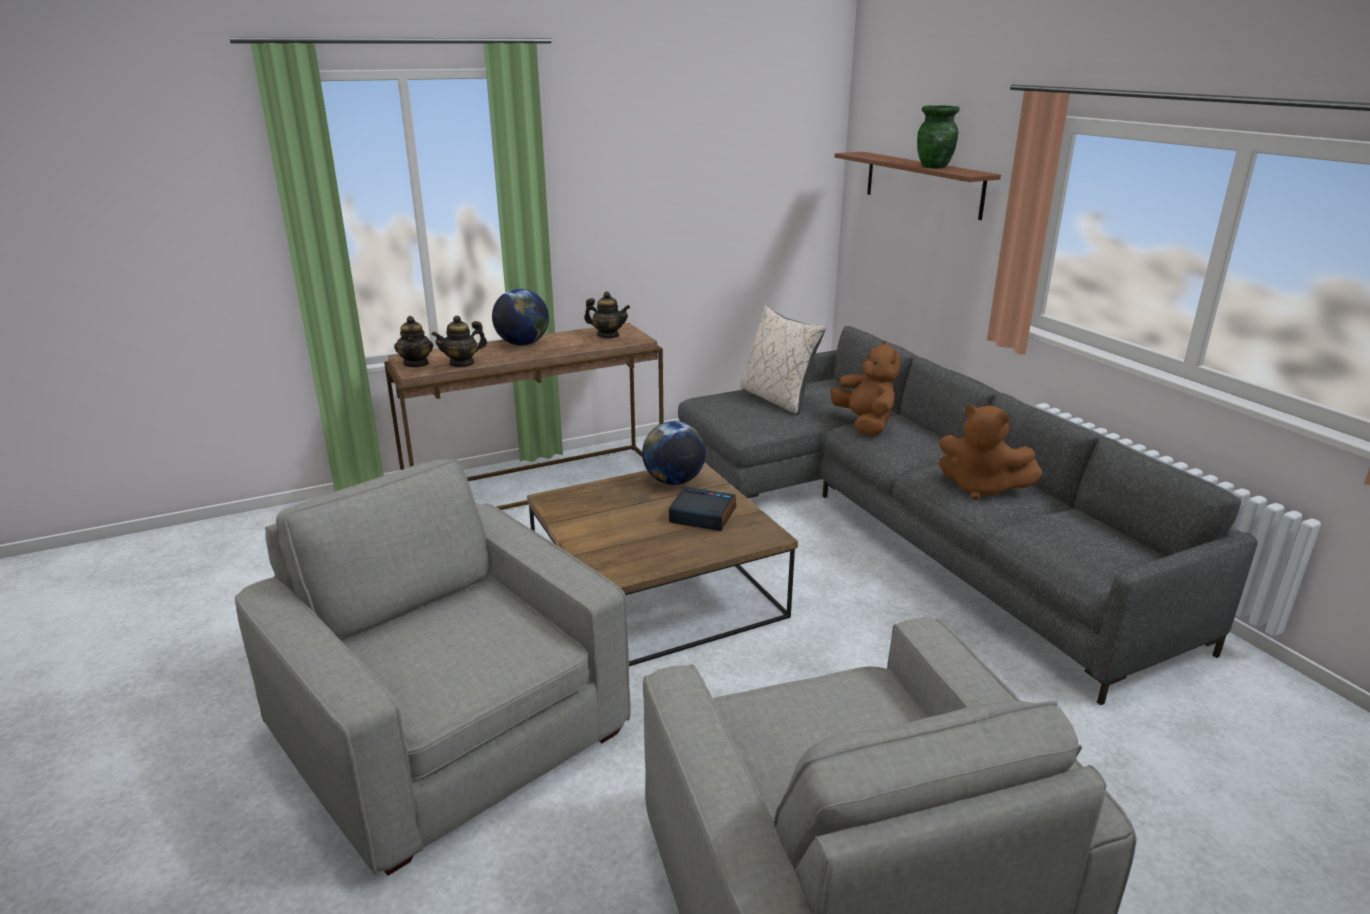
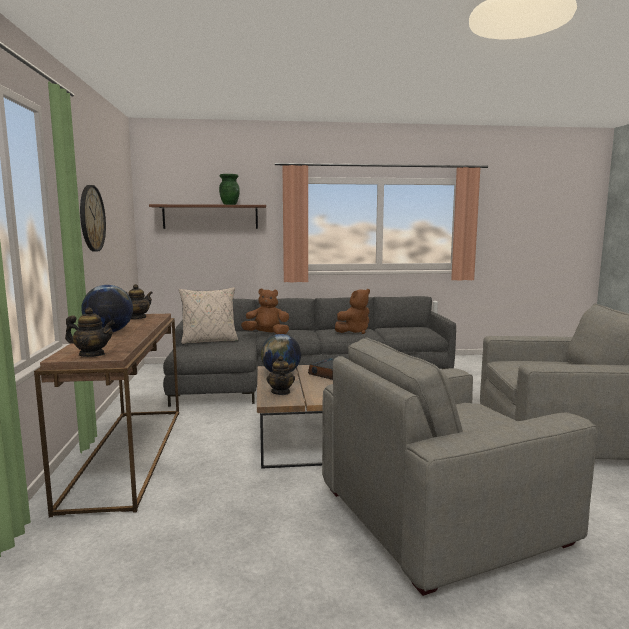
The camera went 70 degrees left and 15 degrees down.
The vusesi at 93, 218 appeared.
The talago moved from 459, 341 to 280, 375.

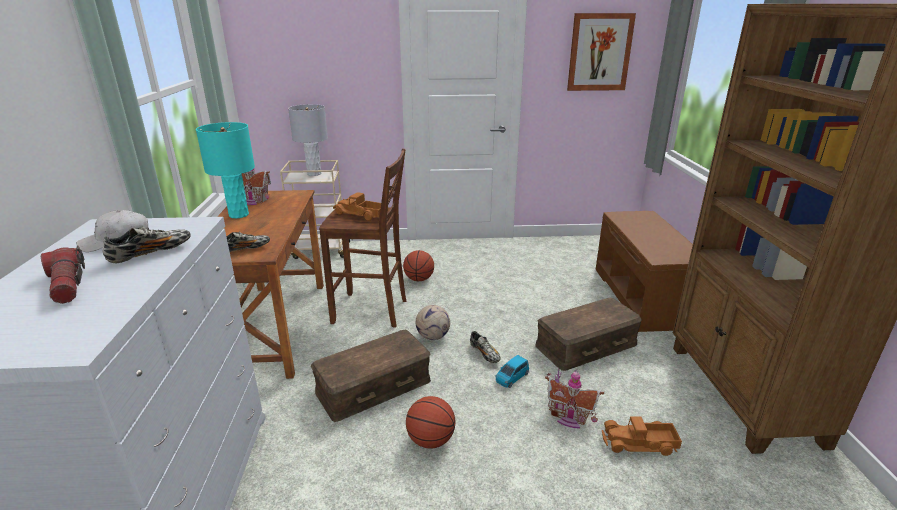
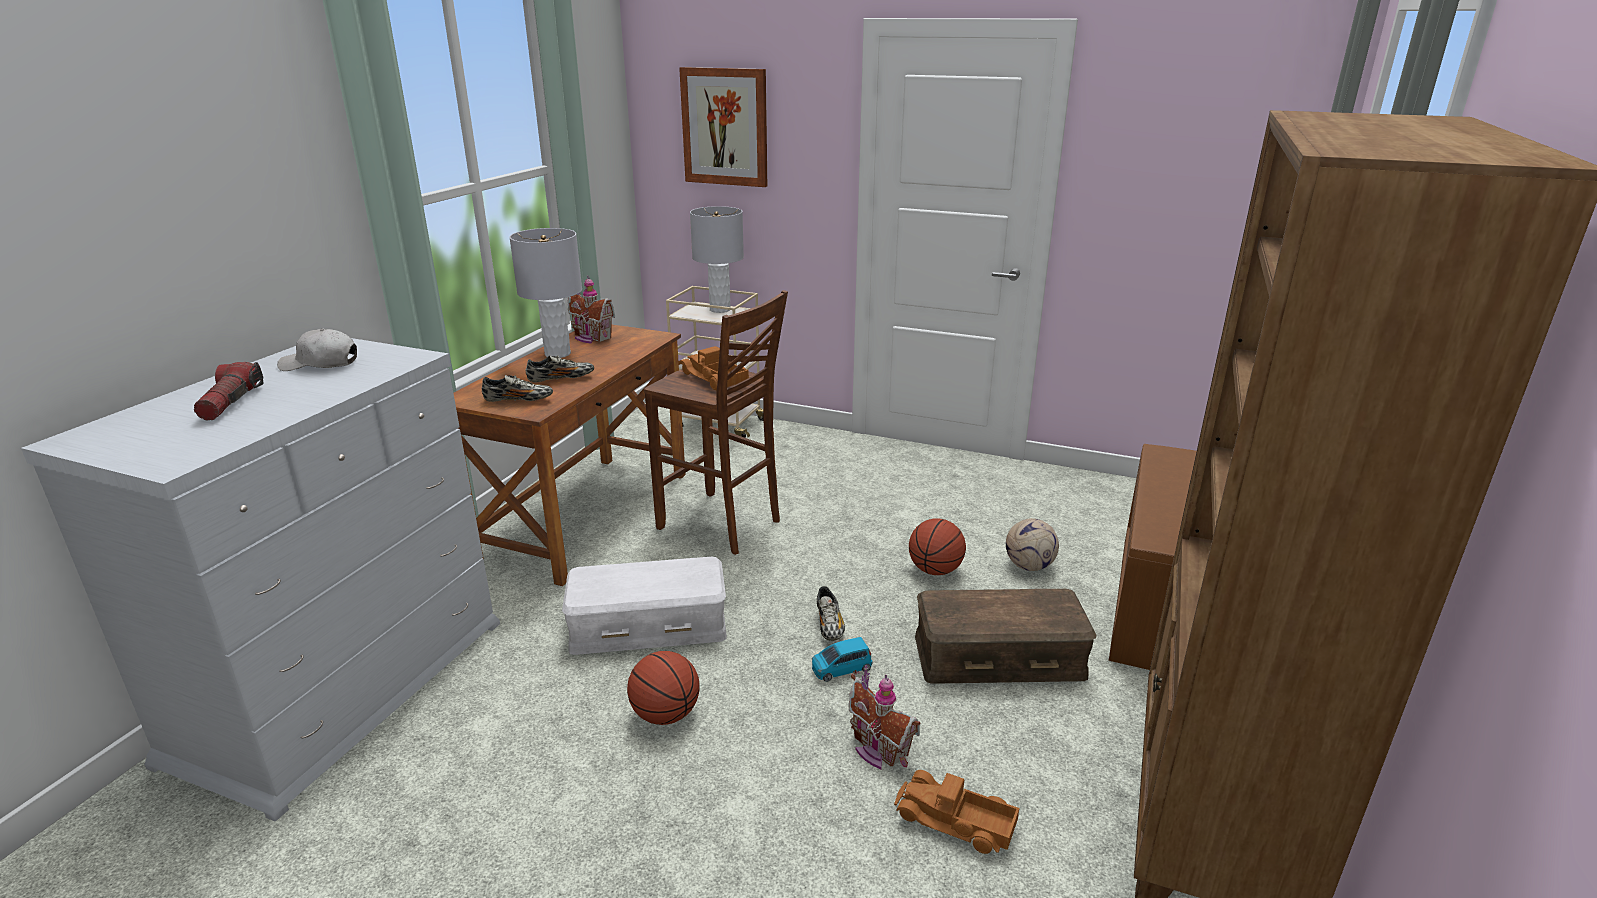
The camera went 25 degrees right and 0 degrees up.
The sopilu moved from 146, 244 to 560, 368.
The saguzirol moved from 418, 265 to 937, 547.
The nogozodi moved from 433, 322 to 1032, 544.
The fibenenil moved from 601, 52 to 723, 127.
The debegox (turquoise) at 225, 170 became the debegox (grey) at 545, 293.
The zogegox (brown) at 371, 376 became the zogegox (white) at 644, 606.

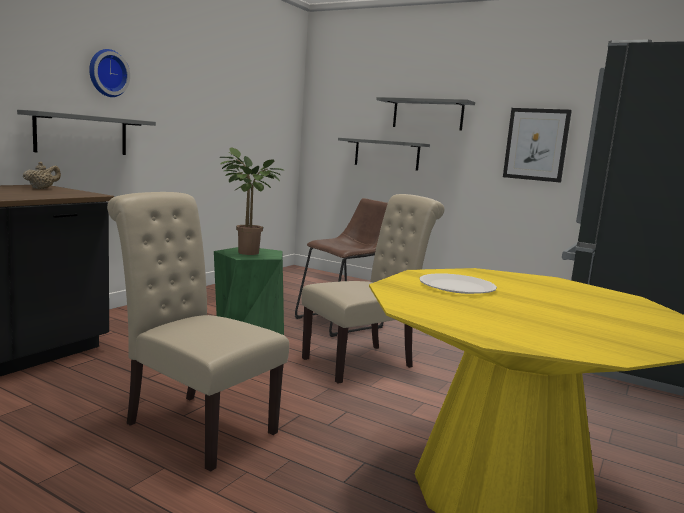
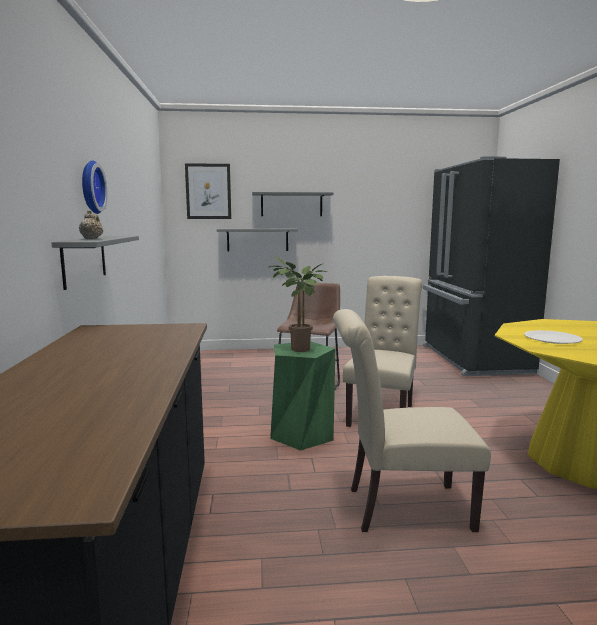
The camera went 35 degrees left and 0 degrees up.
The talago (beige) moved from 42, 175 to 91, 224.
The fibenenil moved from 537, 145 to 208, 191.

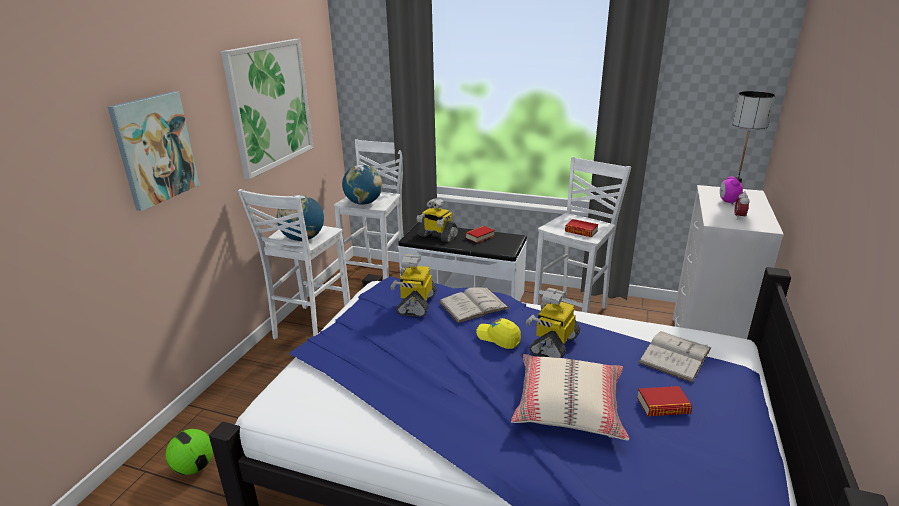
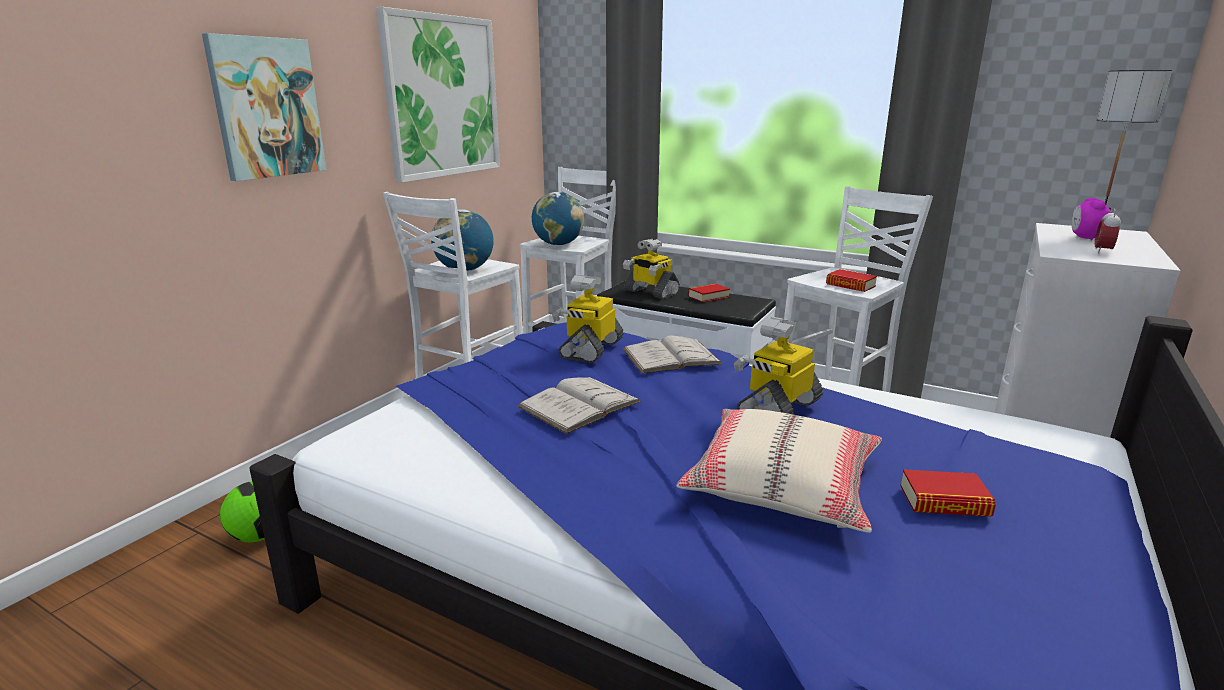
The camera went 10 degrees right and 5 degrees down.
The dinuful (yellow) at 498, 333 disappeared.
The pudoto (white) moved from 674, 356 to 579, 405.

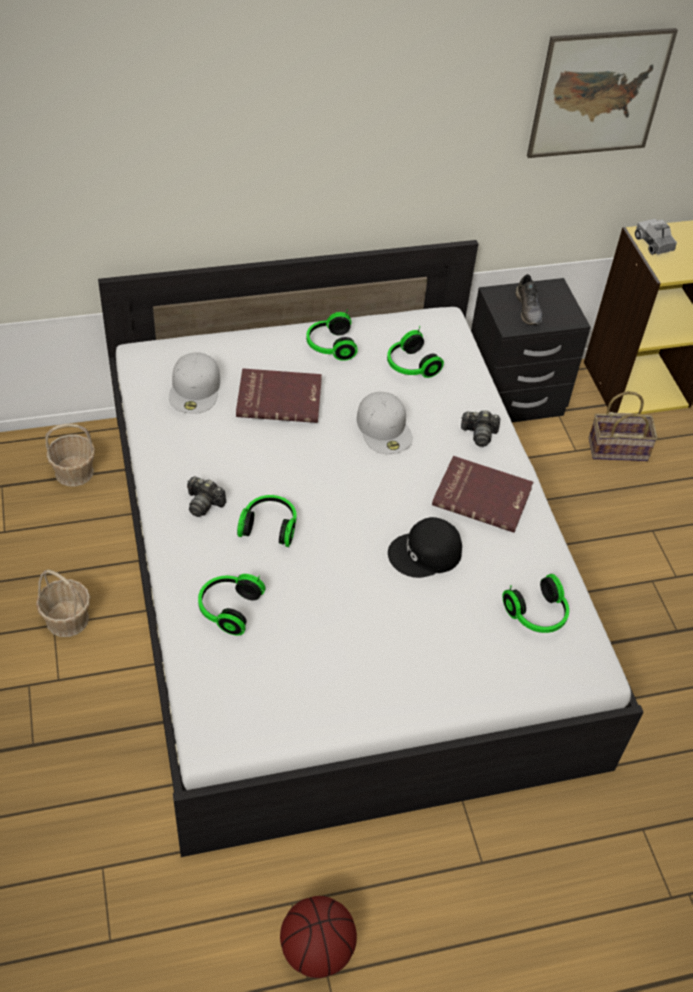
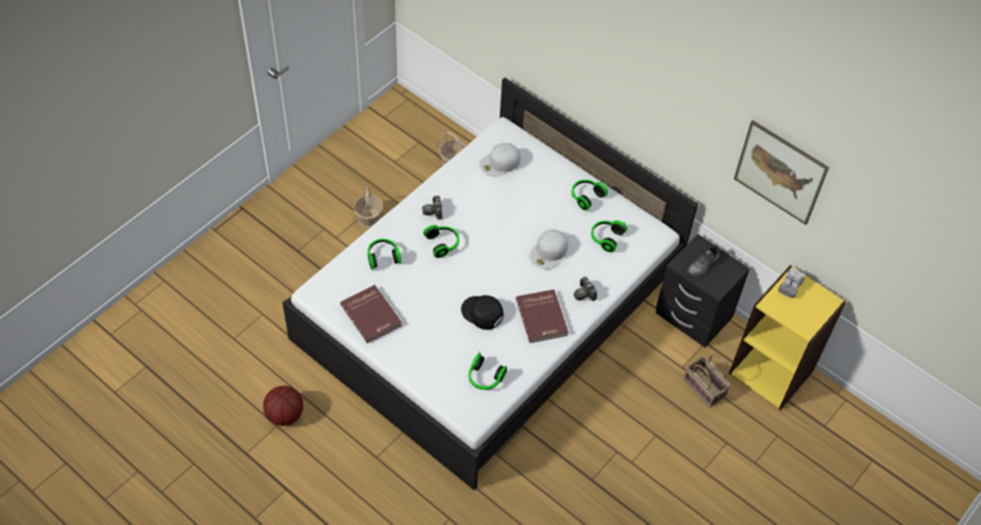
The camera went 55 degrees right and 5 degrees up.
The pudoto (red) moved from 279, 395 to 371, 314.

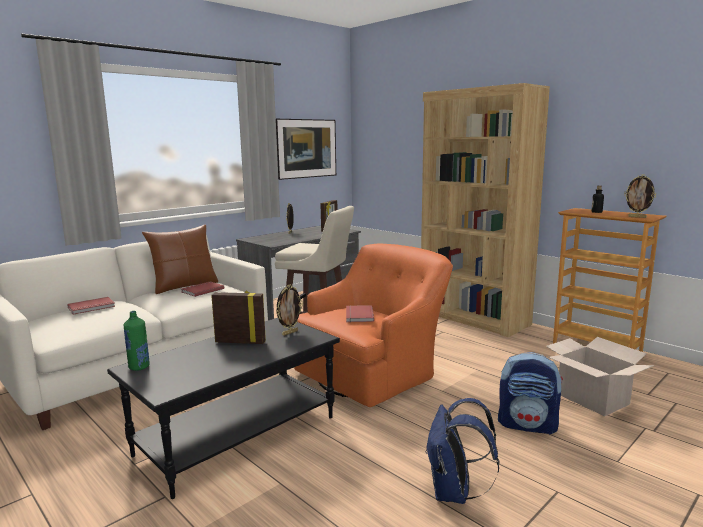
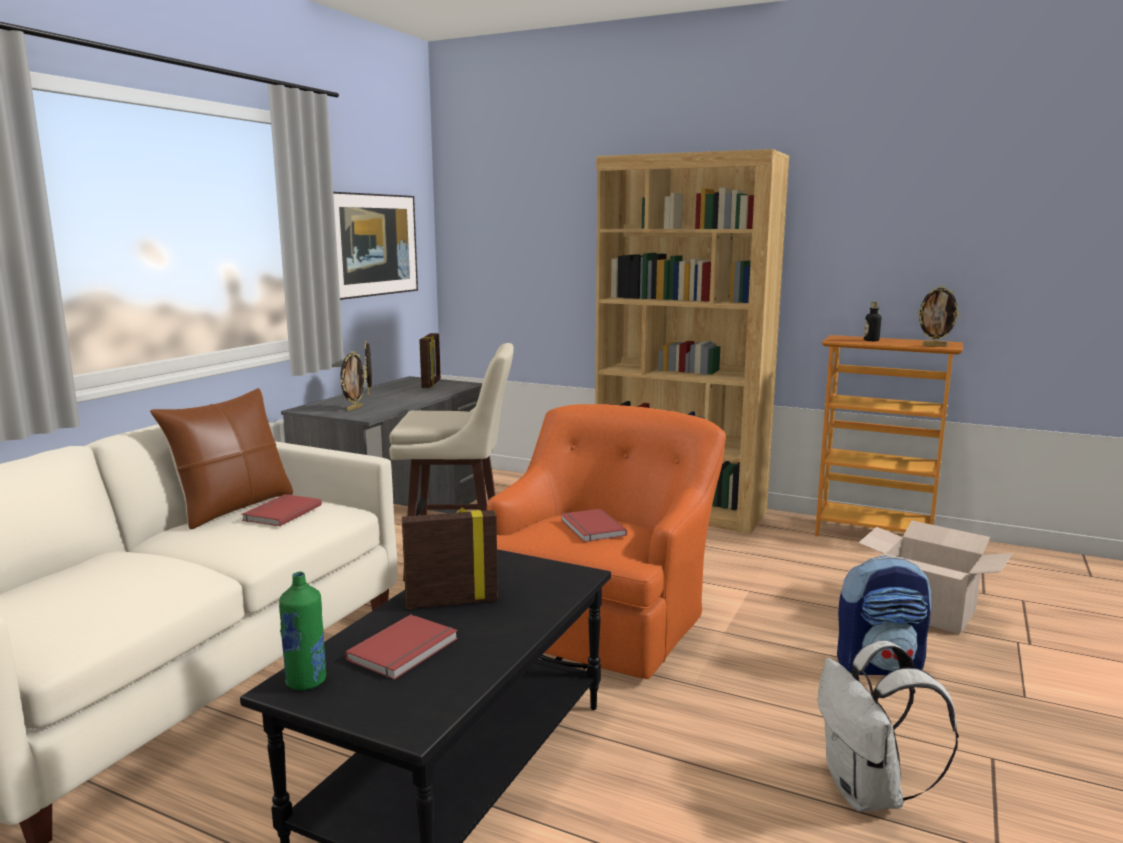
The camera went 20 degrees left and 0 degrees up.
The pudoto (red) moved from 91, 305 to 401, 647.
The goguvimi moved from 289, 310 to 354, 381.
The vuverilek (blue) at 463, 451 became the vuverilek (white) at 888, 726.

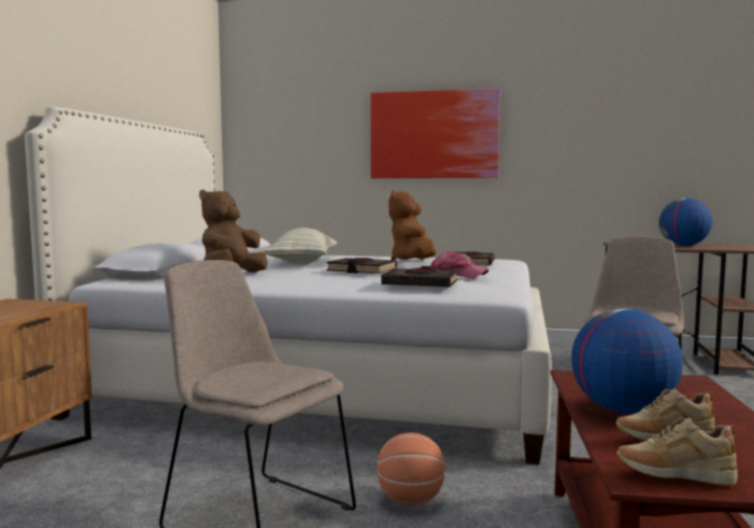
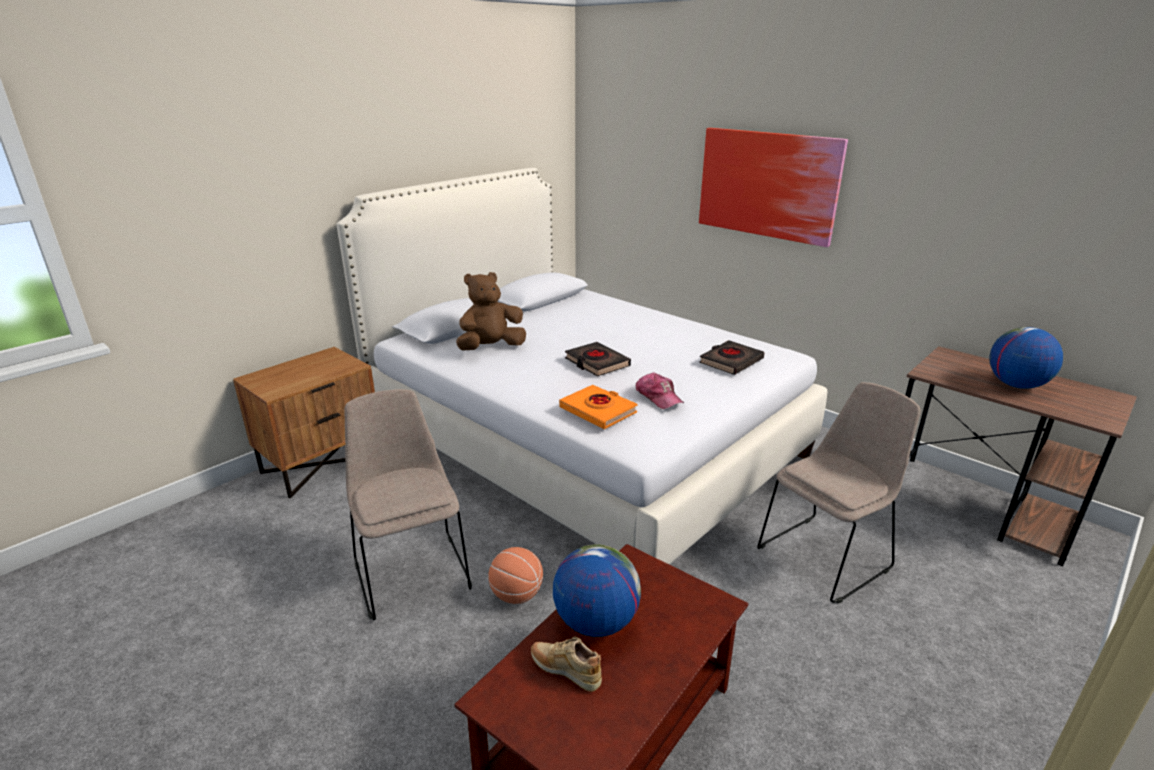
The camera went 30 degrees right and 20 degrees up.
The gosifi at 299, 246 disappeared.
The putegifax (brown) at 412, 225 disappeared.
The sopilu (beige) at 677, 451 disappeared.
The pudoto (black) at 419, 276 became the pudoto (orange) at 598, 407.

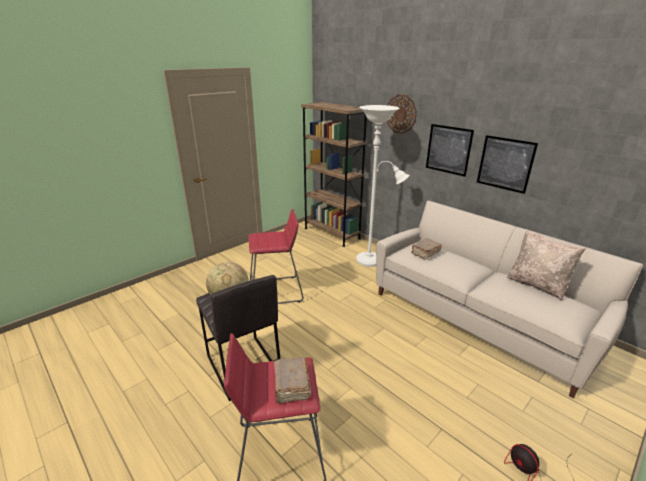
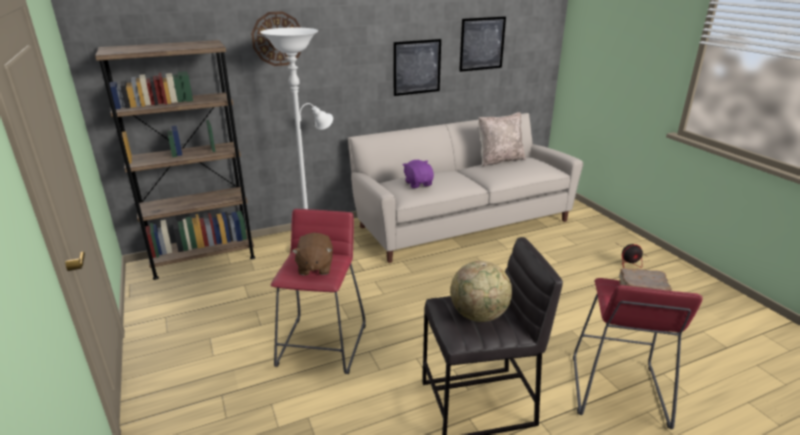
The camera went 70 degrees left and 0 degrees up.
The putegifax (brown) at 312, 254 appeared.
The fibenenil moved from 450, 150 to 482, 44.
The pudoto (brown) at 426, 249 was replaced by the putegifax (purple) at 418, 174.

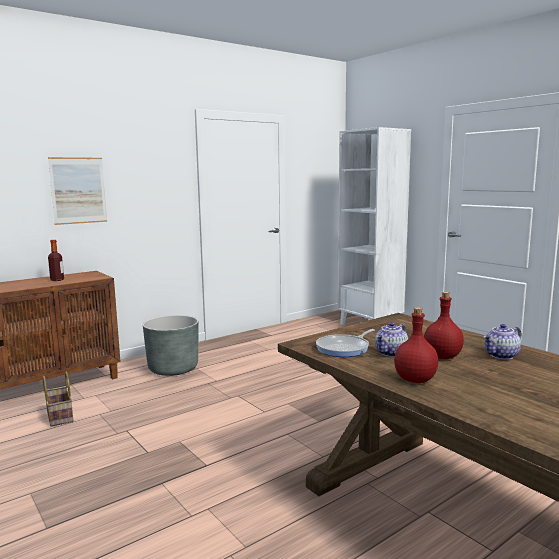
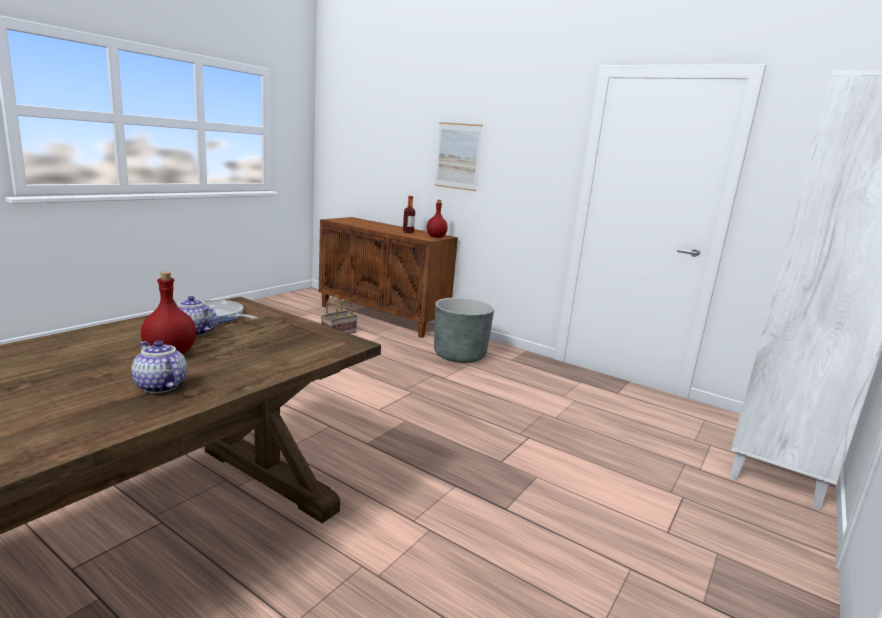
The camera went 70 degrees right and 5 degrees up.
The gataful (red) moved from 416, 345 to 437, 219.

